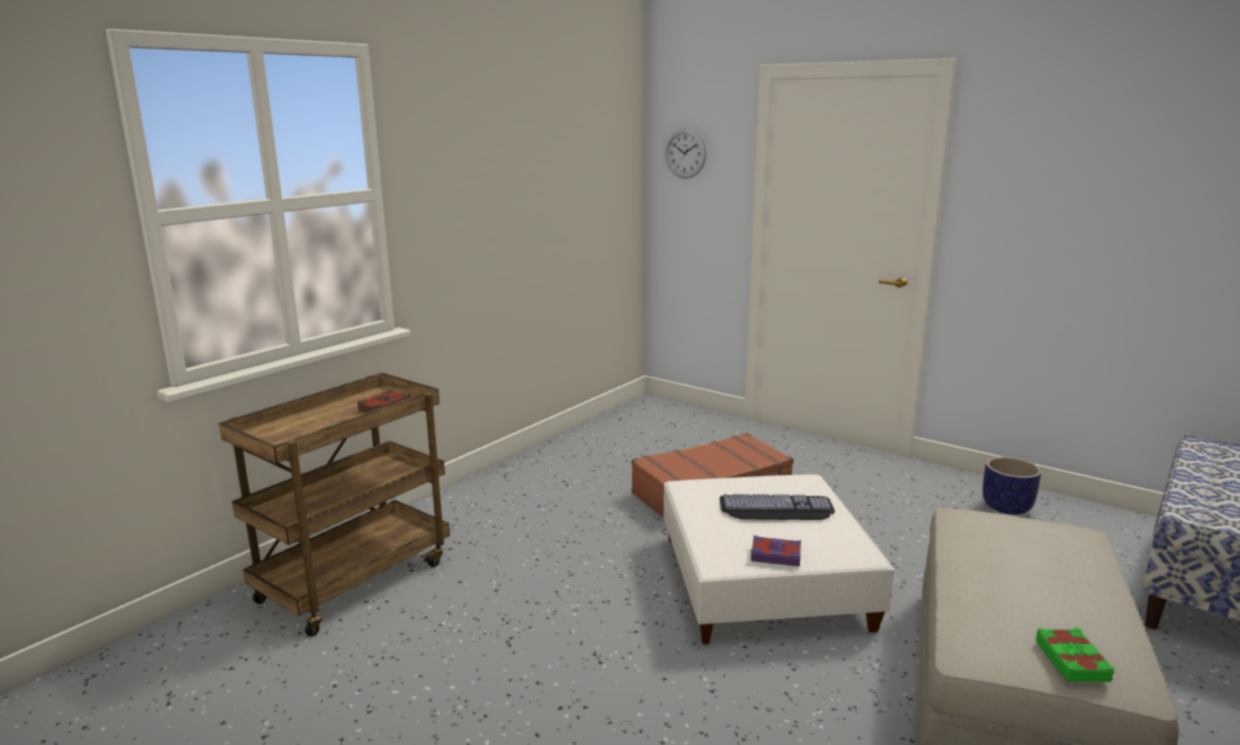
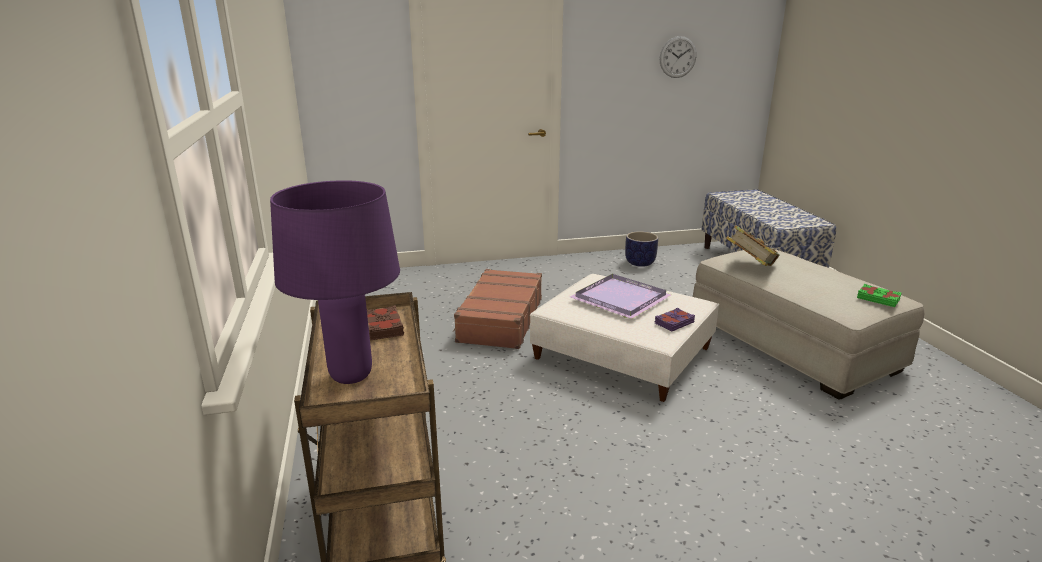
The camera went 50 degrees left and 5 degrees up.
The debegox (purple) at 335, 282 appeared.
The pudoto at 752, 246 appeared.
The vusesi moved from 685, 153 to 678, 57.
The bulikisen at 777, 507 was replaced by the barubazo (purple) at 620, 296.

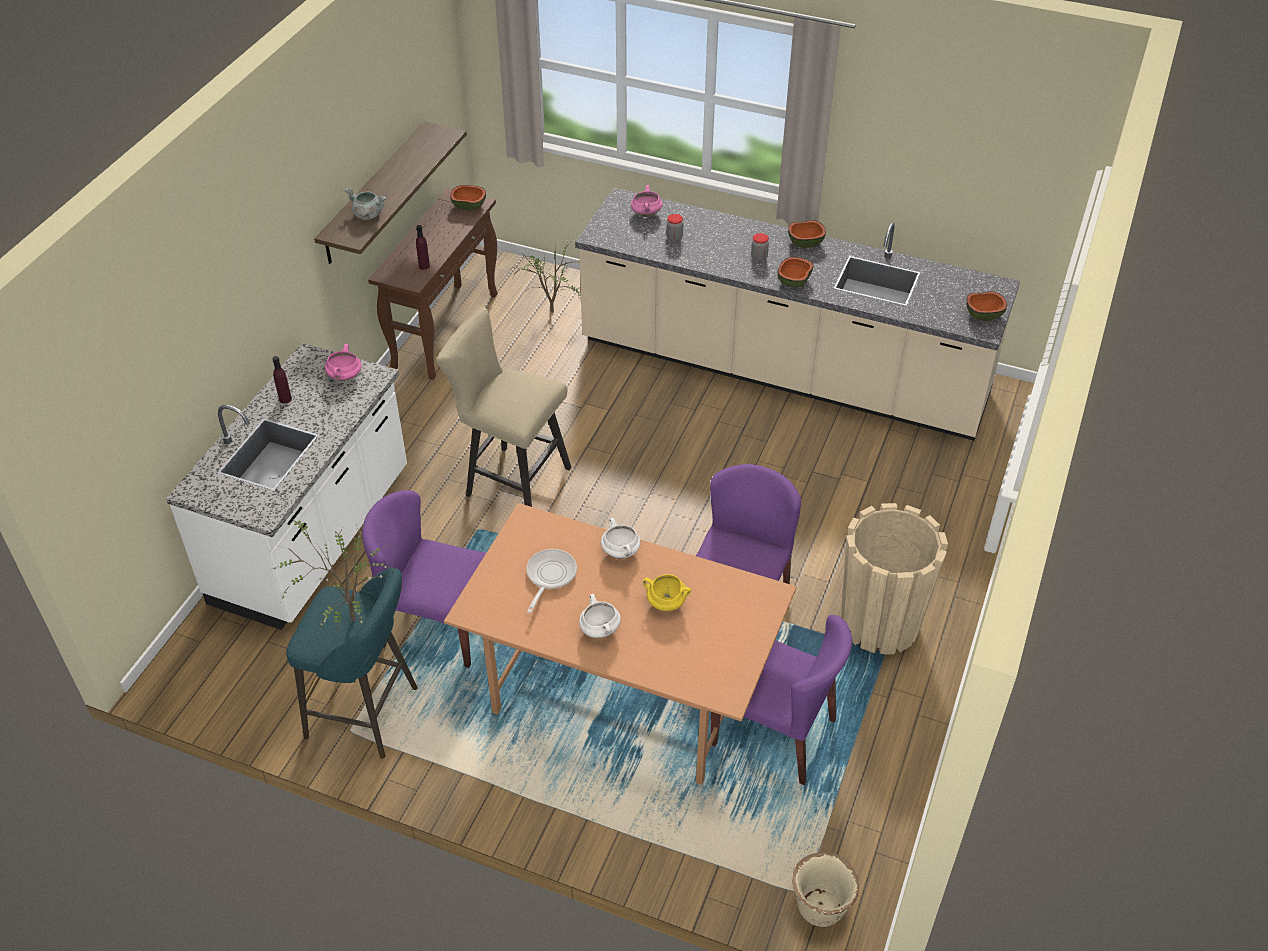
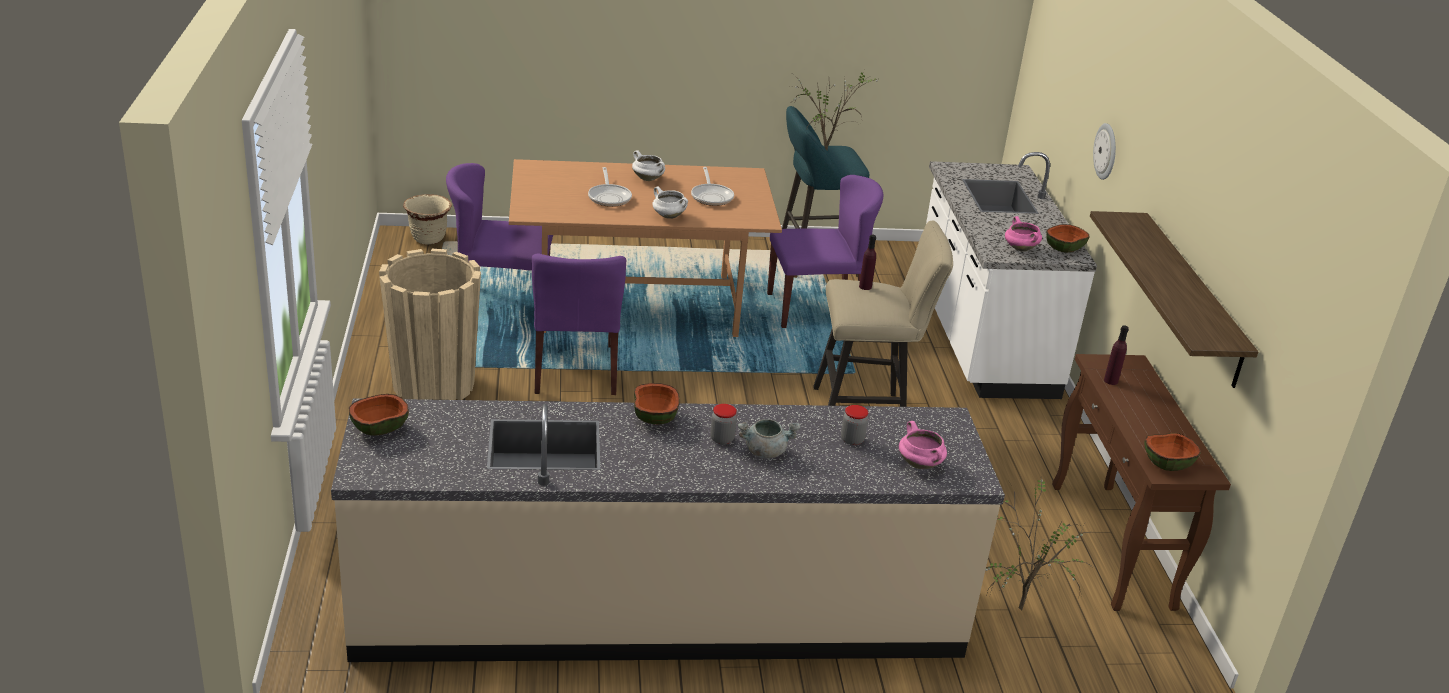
The camera went 150 degrees right and 15 degrees down.
The vusesi at 1104, 151 appeared.
The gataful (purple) moved from 282, 380 to 867, 262.
The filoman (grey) moved from 365, 204 to 769, 439.
The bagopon moved from 807, 234 to 1067, 238.
The filoman (yellow) at 667, 592 was replaced by the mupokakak at 610, 187.

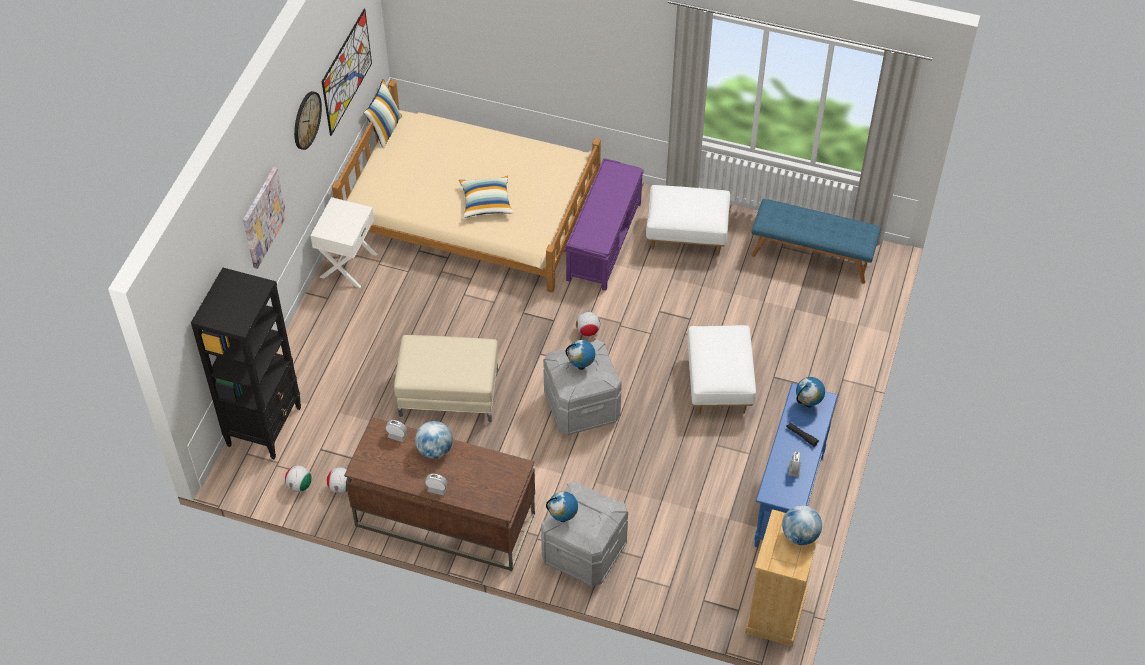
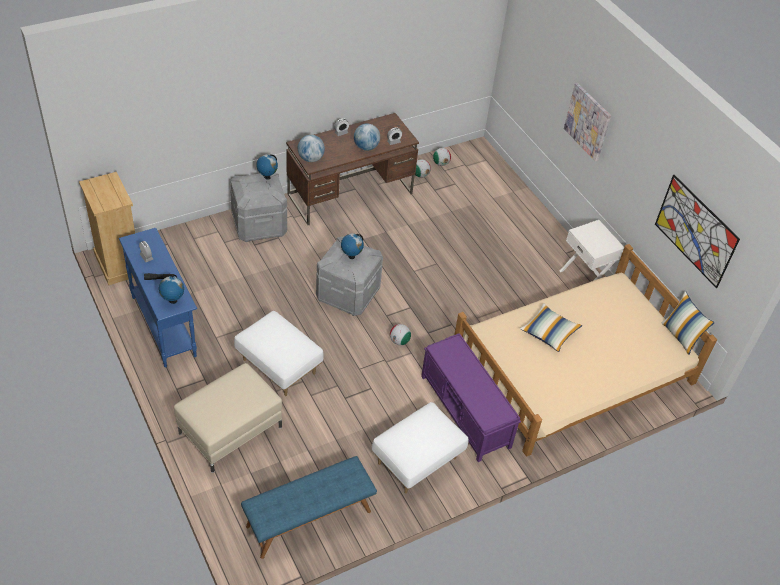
The camera went 130 degrees right and 5 degrees down.
The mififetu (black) at 246, 364 disappeared.
The vusesi at 308, 120 disappeared.
The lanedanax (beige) moved from 446, 379 to 228, 418.
The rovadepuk moved from 802, 525 to 311, 148.

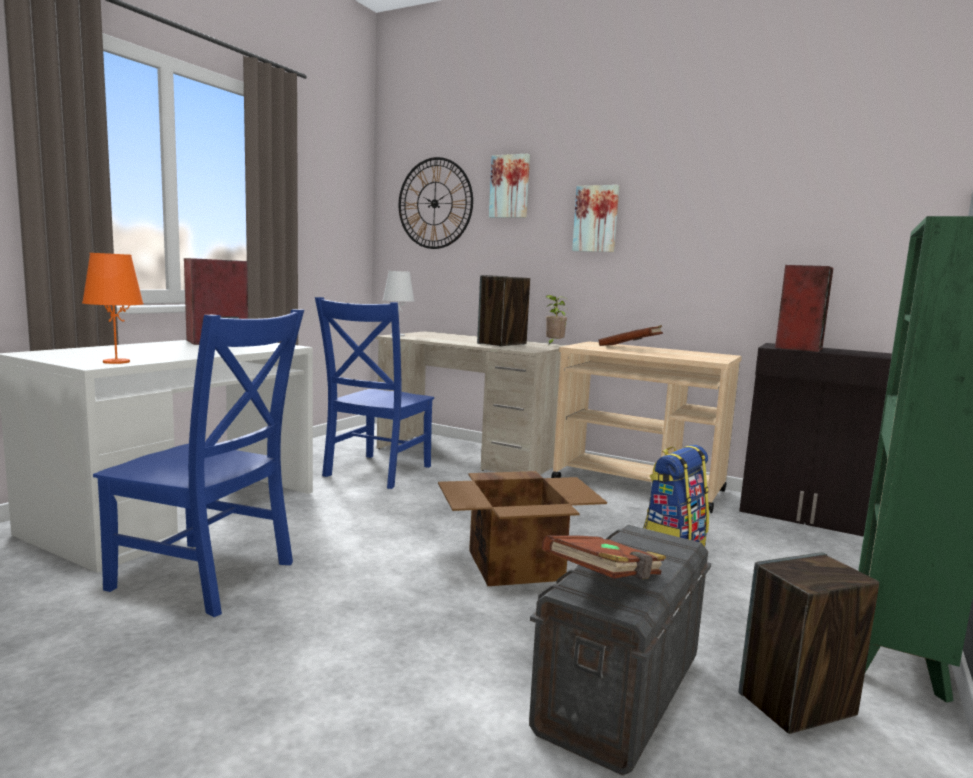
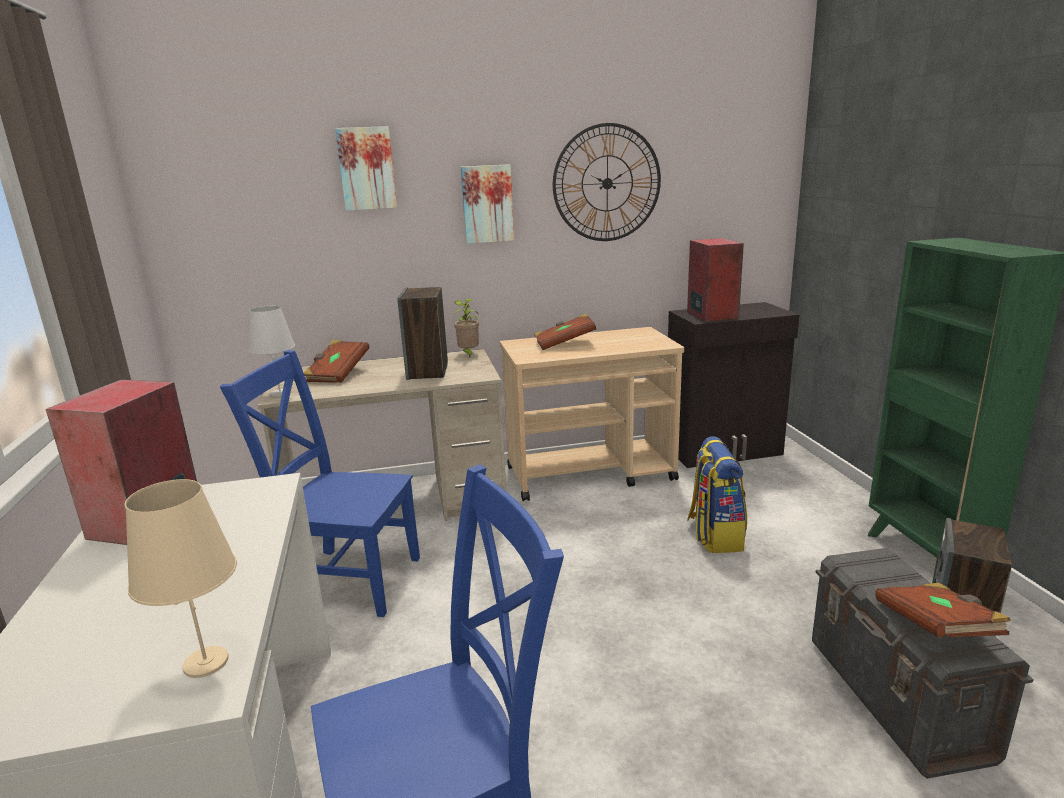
The camera went 40 degrees left and 10 degrees up.
The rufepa at 522, 528 disappeared.
The pudoto (brown) at 336, 361 appeared.
The vusesi moved from 436, 203 to 607, 182.
The debegox (orange) at 113, 308 became the debegox (beige) at 181, 578.
The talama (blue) at 374, 393 turned 120 degrees clockwise.

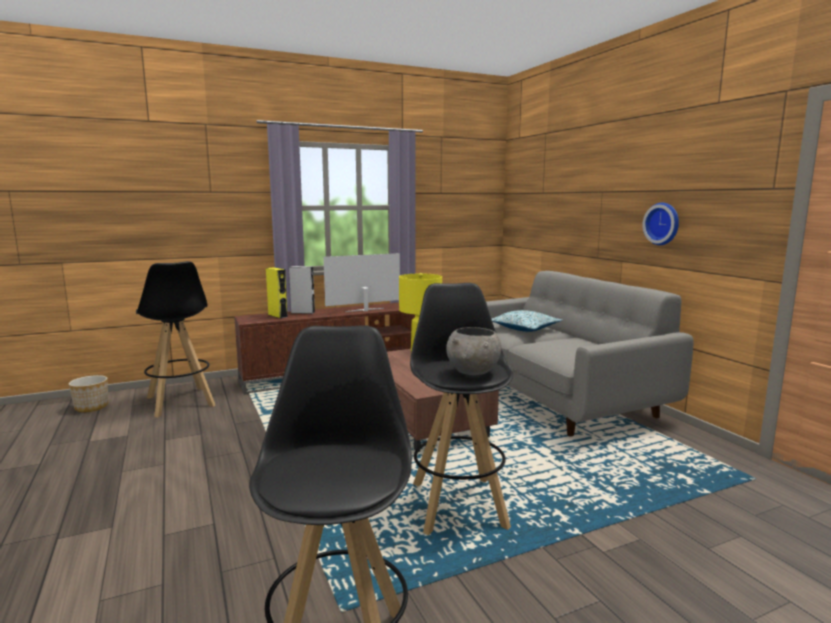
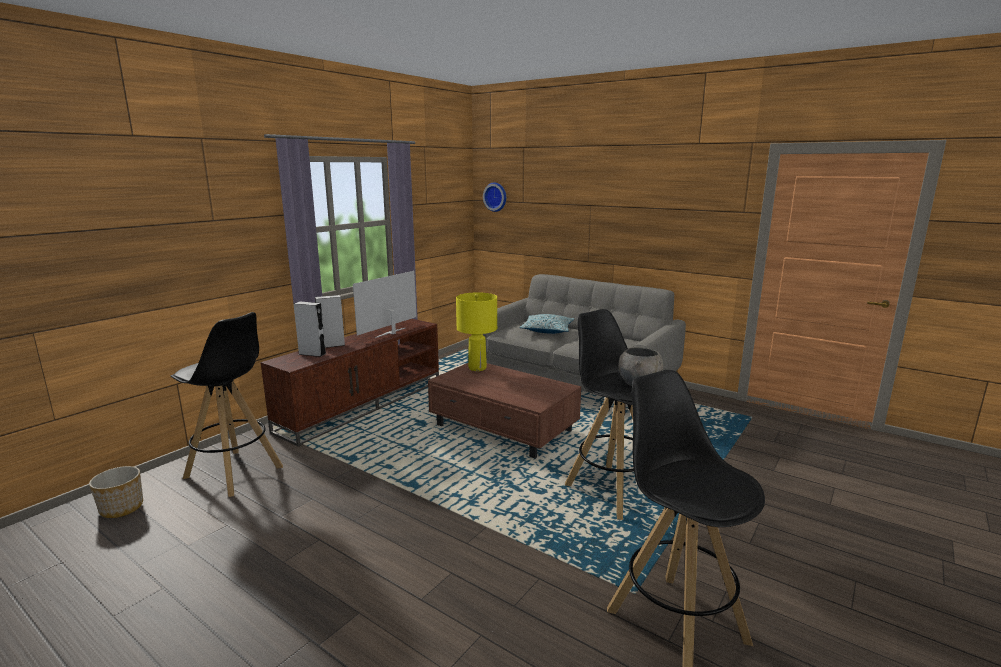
The camera went 30 degrees left and 5 degrees up.
The vusesi moved from 660, 223 to 494, 197.
The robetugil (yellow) at 277, 292 became the robetugil (grey) at 310, 329.

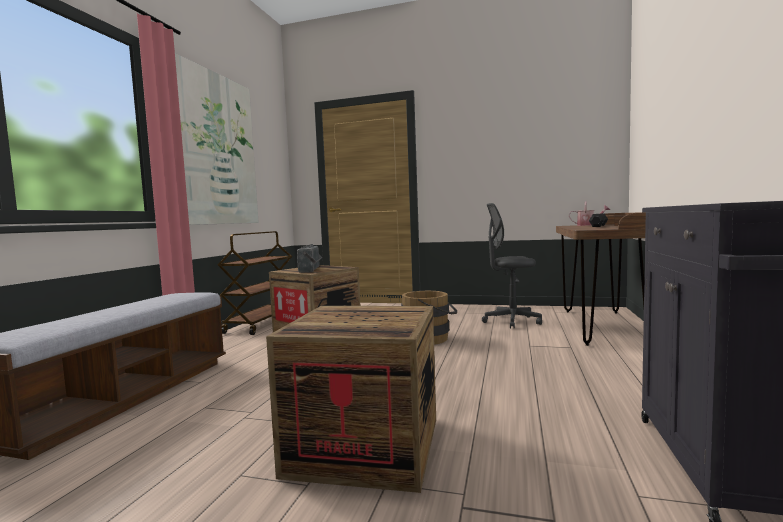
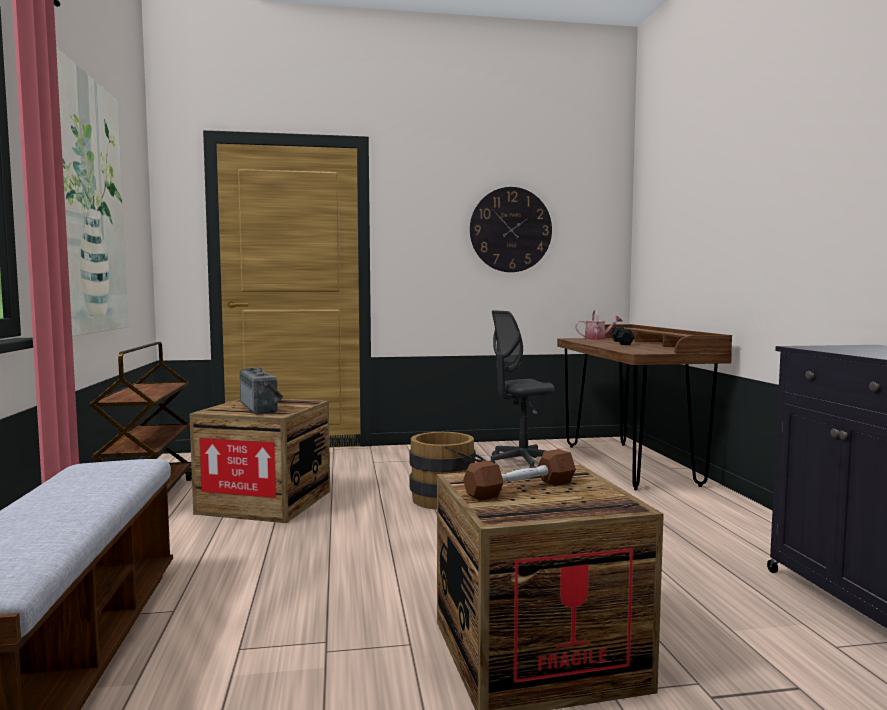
The camera went 25 degrees left and 0 degrees up.
The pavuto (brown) at 519, 475 appeared.
The vusesi at 511, 229 appeared.

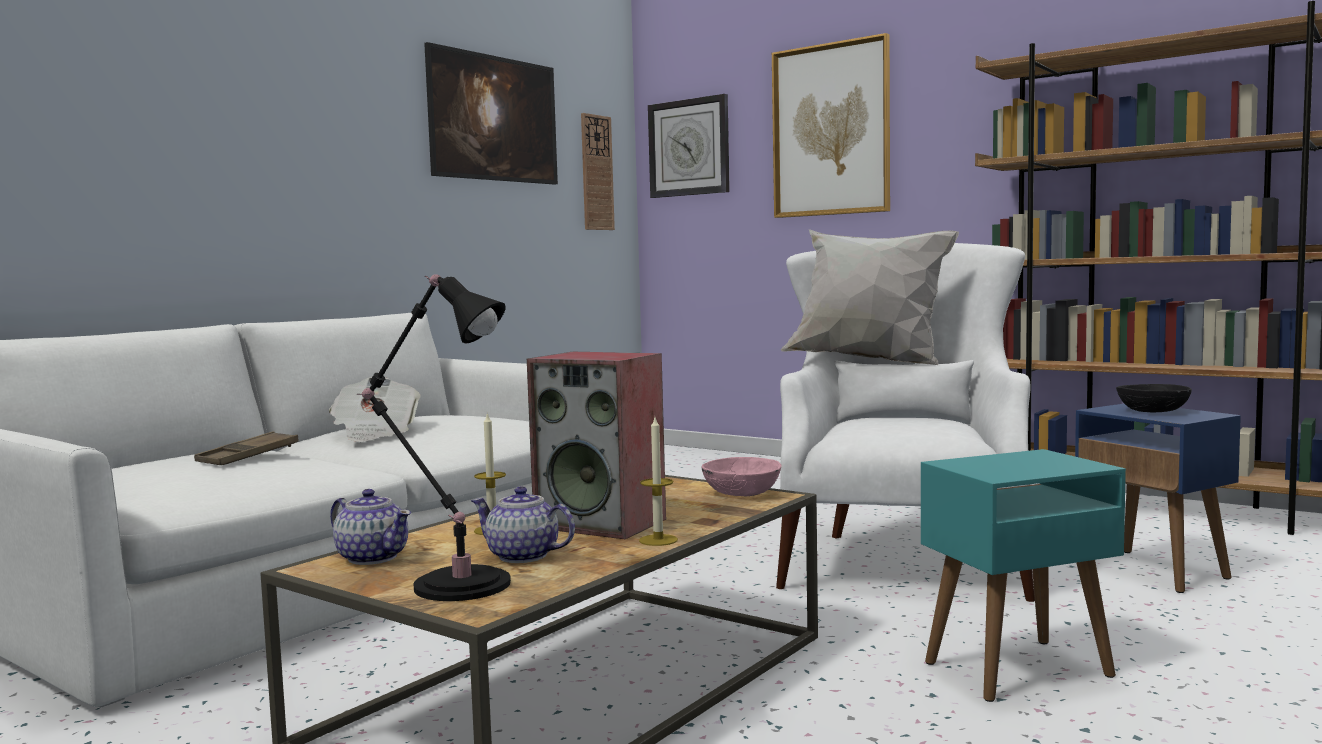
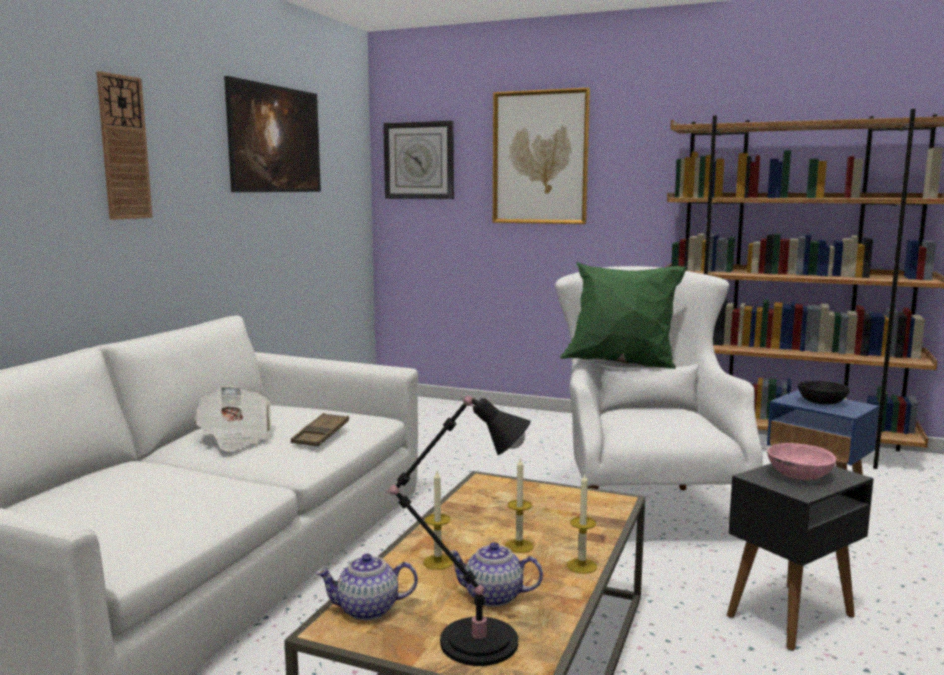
The camera went 15 degrees left and 5 degrees up.
The barubazo (brown) moved from 246, 448 to 320, 429.
The vusesi moved from 598, 171 to 124, 145.
The bagopon (pink) moved from 741, 476 to 801, 461.
The robetugil at 596, 445 was replaced by the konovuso at 519, 505.
The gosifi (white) at 870, 297 became the gosifi (green) at 623, 315.
The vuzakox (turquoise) at 1023, 575 became the vuzakox (black) at 800, 557.
The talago at 370, 527 turned 150 degrees clockwise.

